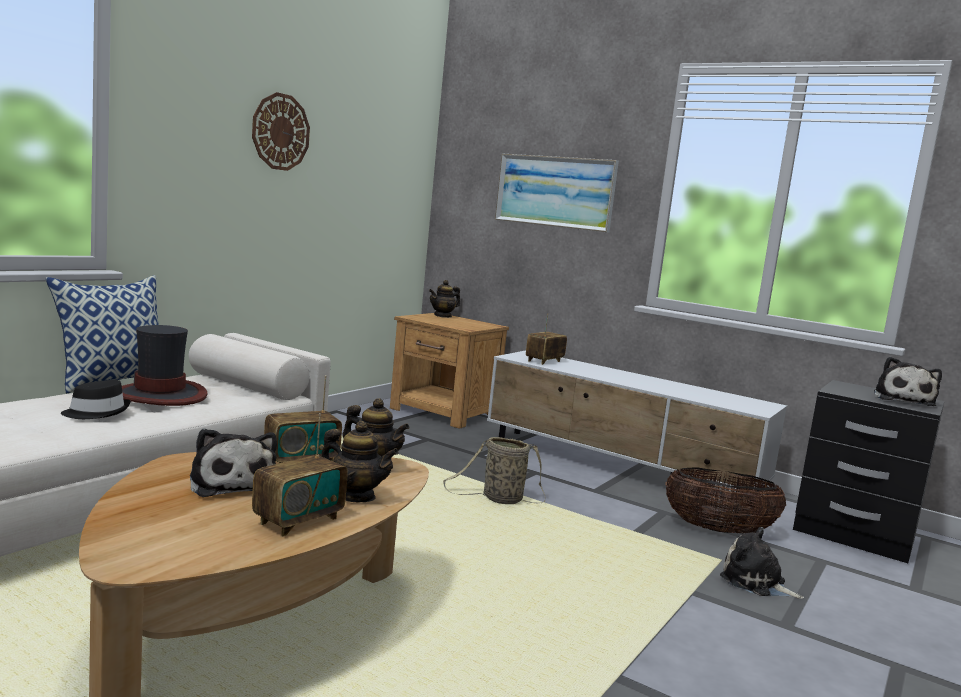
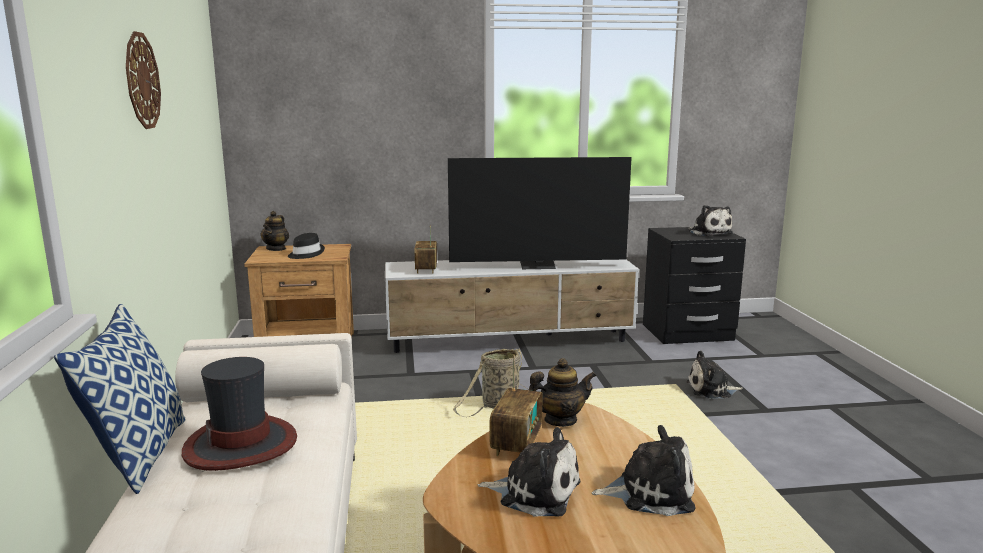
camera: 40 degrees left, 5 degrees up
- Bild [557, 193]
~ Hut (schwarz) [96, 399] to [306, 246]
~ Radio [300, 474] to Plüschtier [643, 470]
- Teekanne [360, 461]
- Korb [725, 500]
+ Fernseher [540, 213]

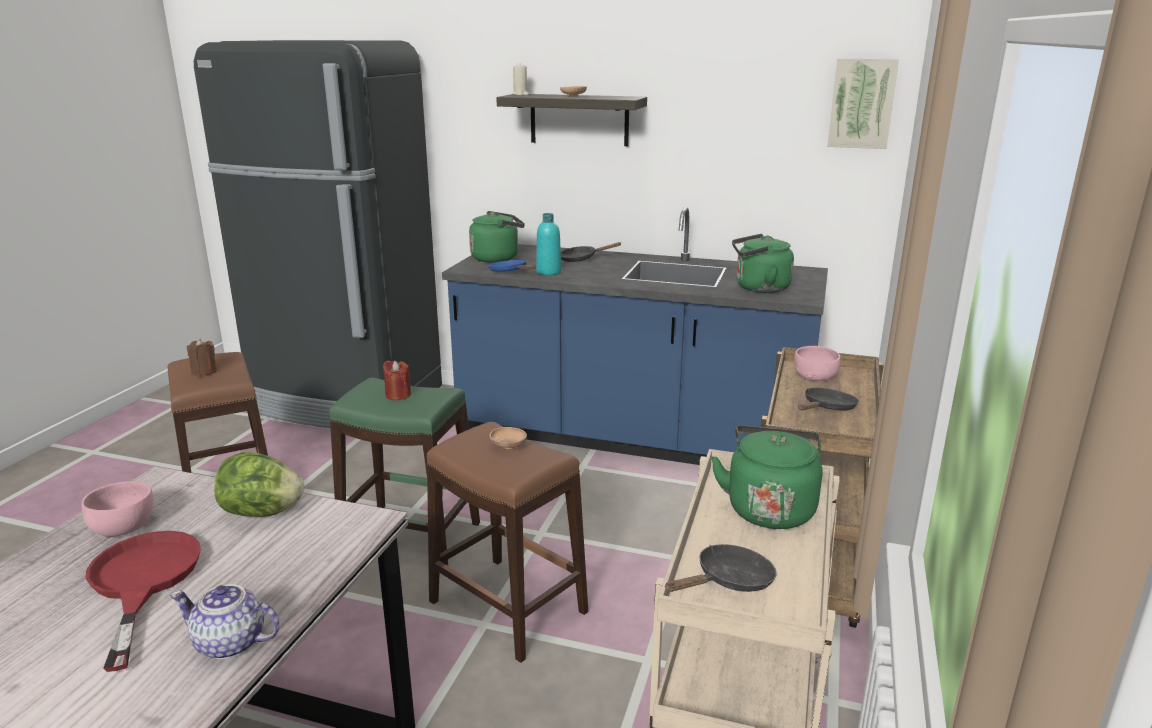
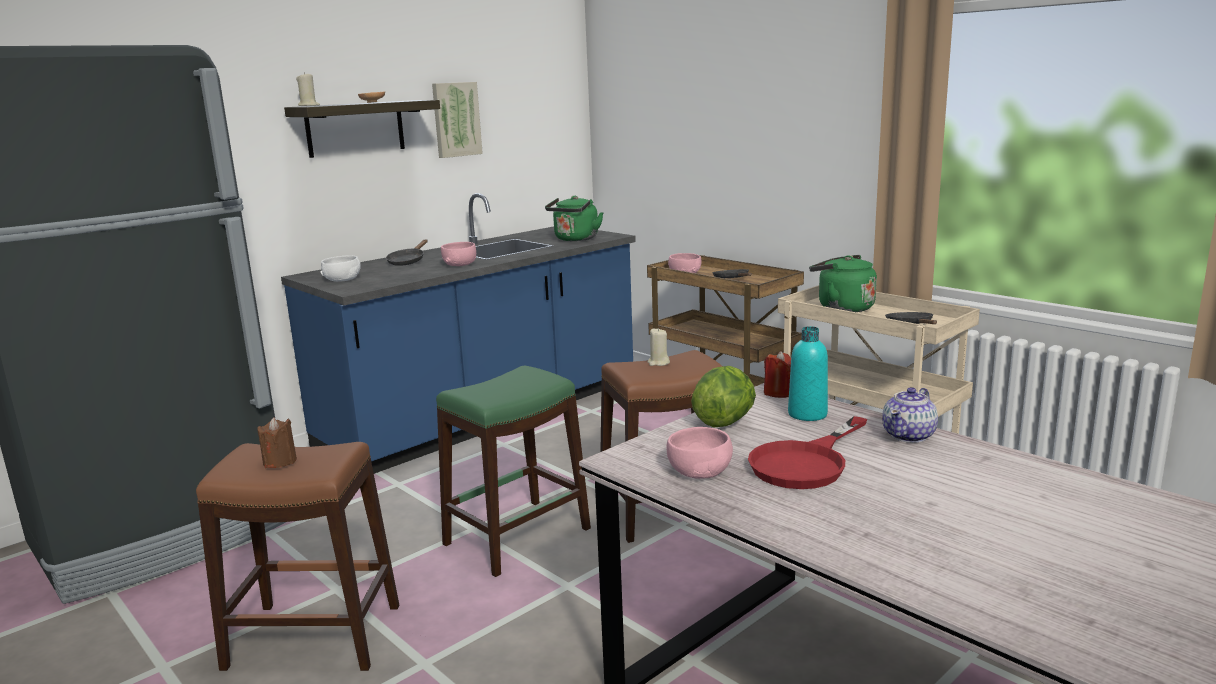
camera: 60 degrees left, 5 degrees down
~ Bild [863, 104] to [457, 120]
~ Wasserkessel (grün) [497, 237] to Schüssel (weiß) [340, 269]
~ Flasche (türkis) [548, 244] to [808, 373]
- Pfanne (blau) [512, 266]
~ Kerze (rot) [397, 380] to [777, 374]
~ Schüssel (braun) [508, 438] to Kerze (beige) [659, 347]
~ Pfanne (rot) [143, 601] = [807, 452] 60 degrees counterclockwise
+ Schüssel (rosa) [458, 254]

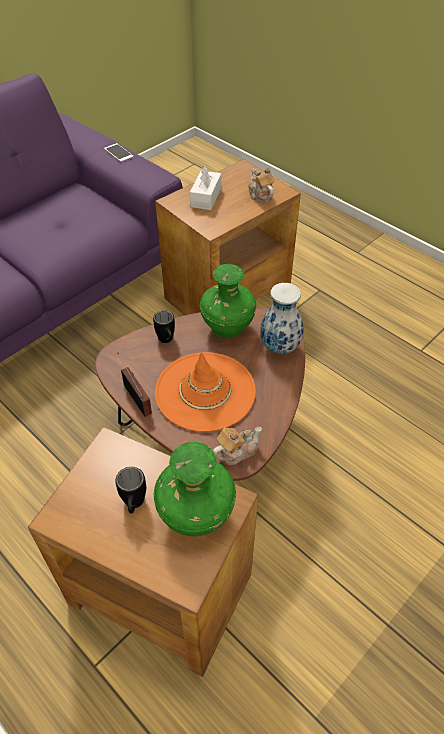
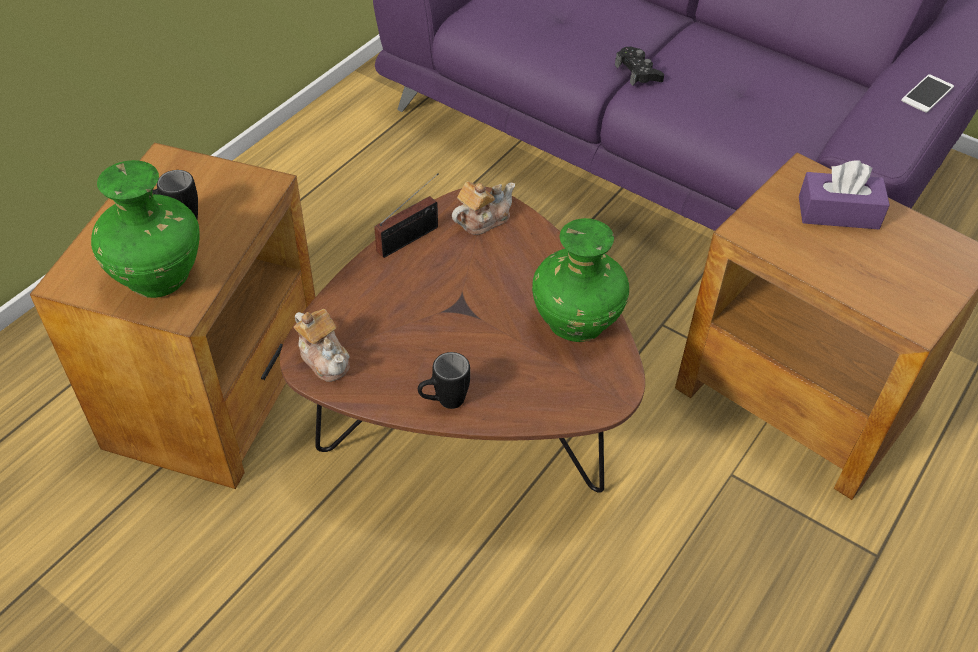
camera: 80 degrees right, 0 degrees up
~ Taschentuchbox (weiß) [205, 188] to Taschentuchbox (lila) [844, 194]
~ Teekanne [261, 184] to [483, 208]
- Vase [282, 318]
~ Henkelbecher (schwarz) [164, 326] to [444, 380]
- Hut (orange) [205, 392]
+ Gamepad (schwarz) [639, 66]

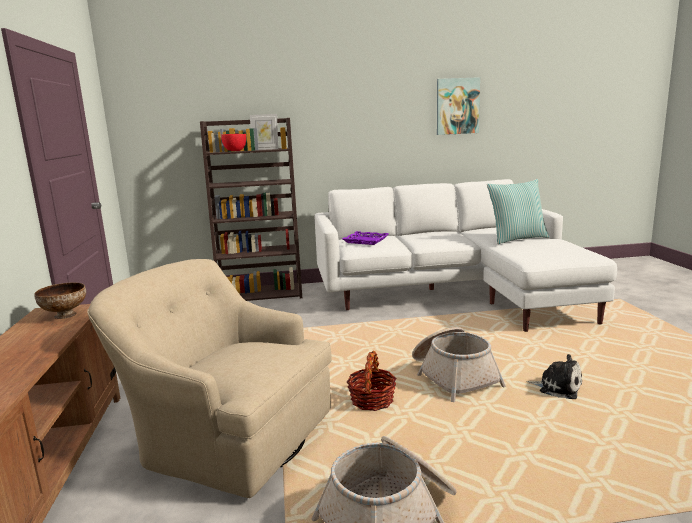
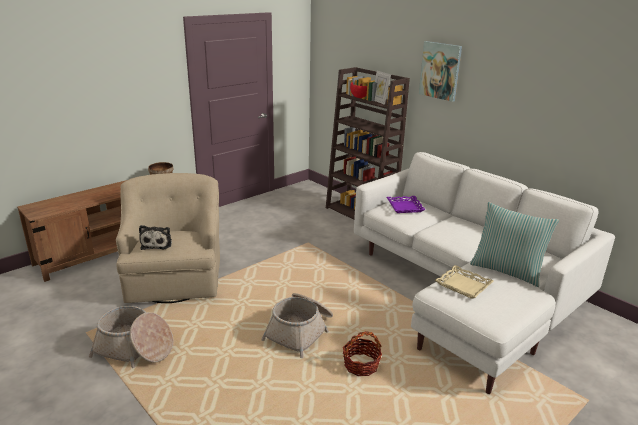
camera: 55 degrees right, 10 degrees up
~ Bild [458, 106] to [440, 71]
~ Korb [372, 381] to [362, 353]
~ Plüschtier [554, 376] to [155, 237]
+ Tablett (beige) [464, 282]

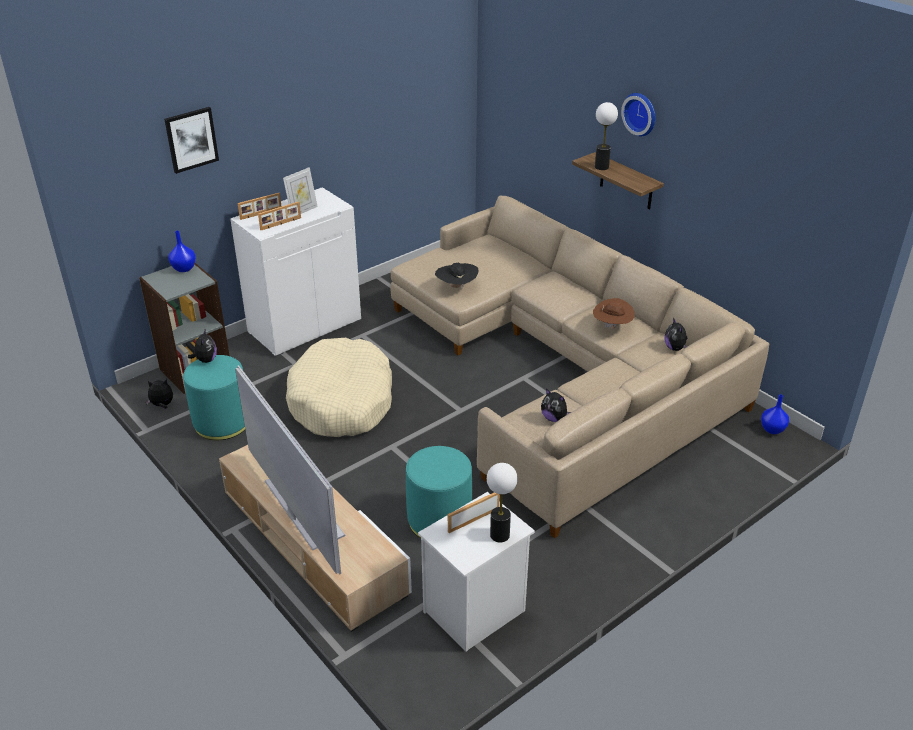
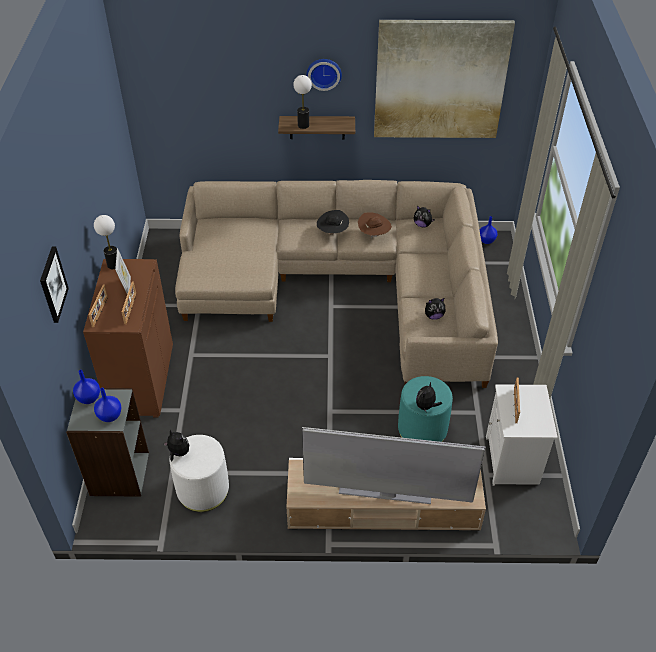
camera: 50 degrees left, 10 degrees up
~ Schrank (weiß) [295, 272] to Schrank (braun) [128, 338]
~ Hut (schwarz) [457, 275] to [333, 222]
- Hundebett (beige) [339, 387]
~ Polsterhocker (türkis) [214, 397] to Polsterhocker (weiß) [199, 473]
~ Plüschtier [159, 394] to [429, 397]
~ Tischlampe [502, 502] to [105, 242]
+ Bild [444, 79]
+ Vase (blau) [108, 405]

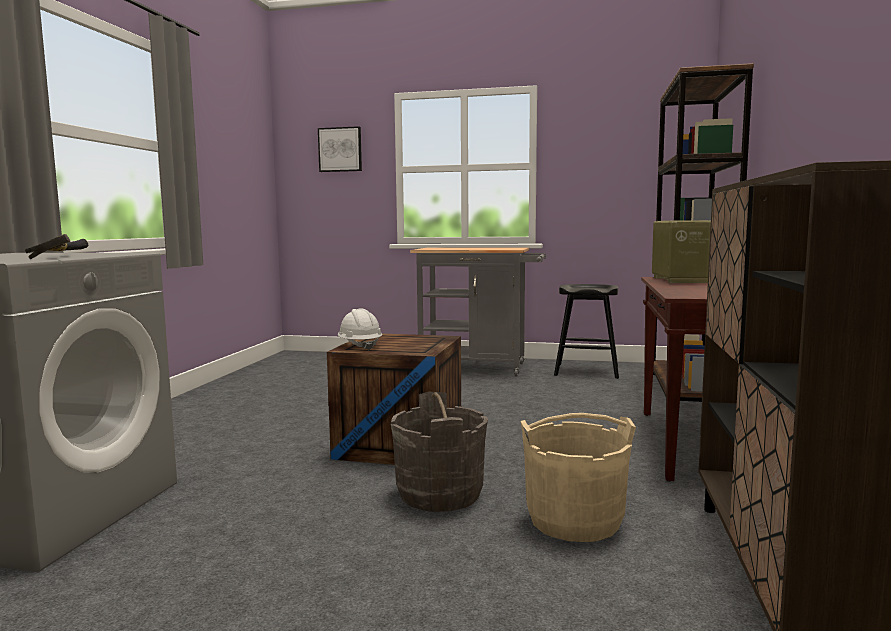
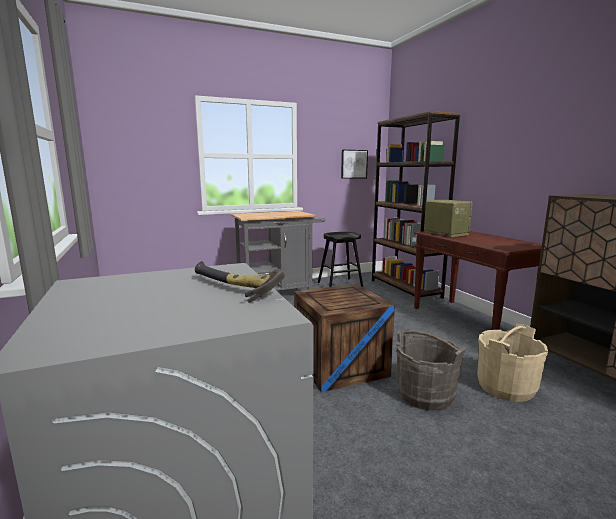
camera: 35 degrees left, 5 degrees up
~ Bild [340, 149] to [354, 164]
- Schutzhelm (weiß) [359, 329]

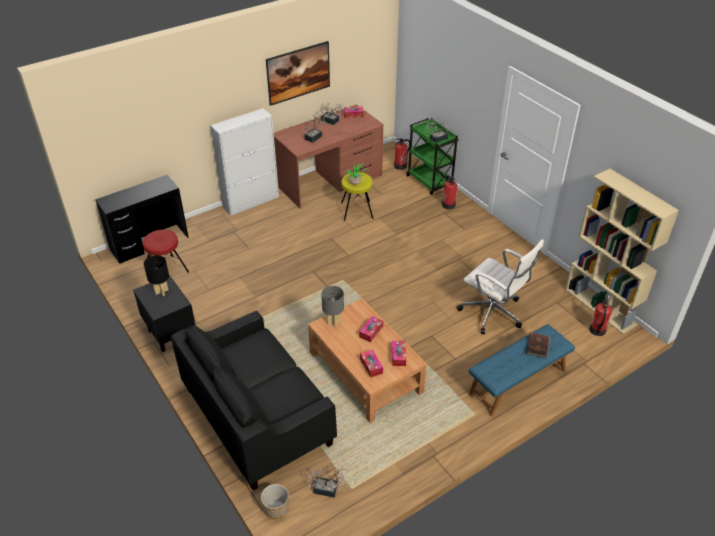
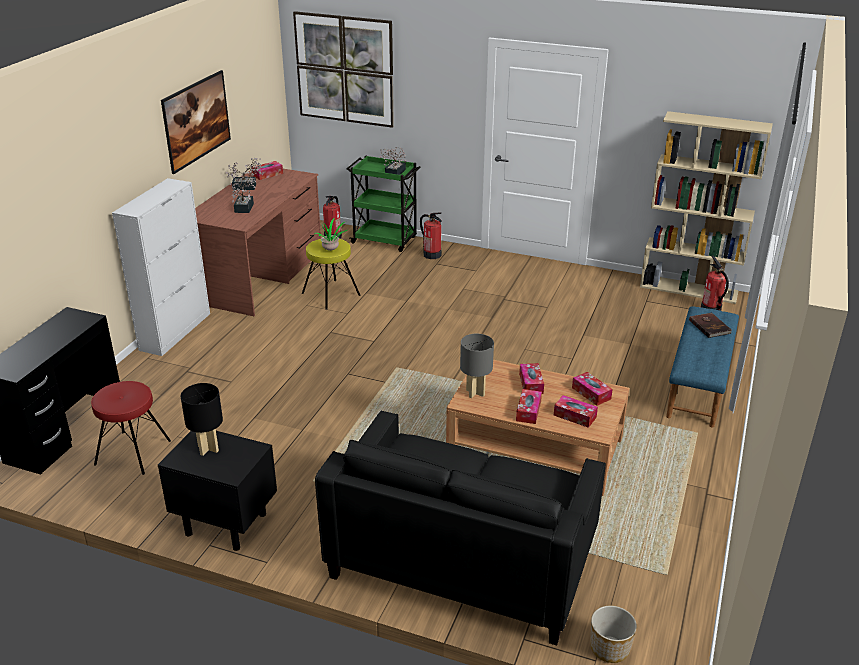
camera: 35 degrees left, 10 degrees down
- Bürostuhl (weiß) [500, 286]
- Topfpflanze [326, 483]
+ Bild [343, 69]
+ Taschentuchbox [529, 406]

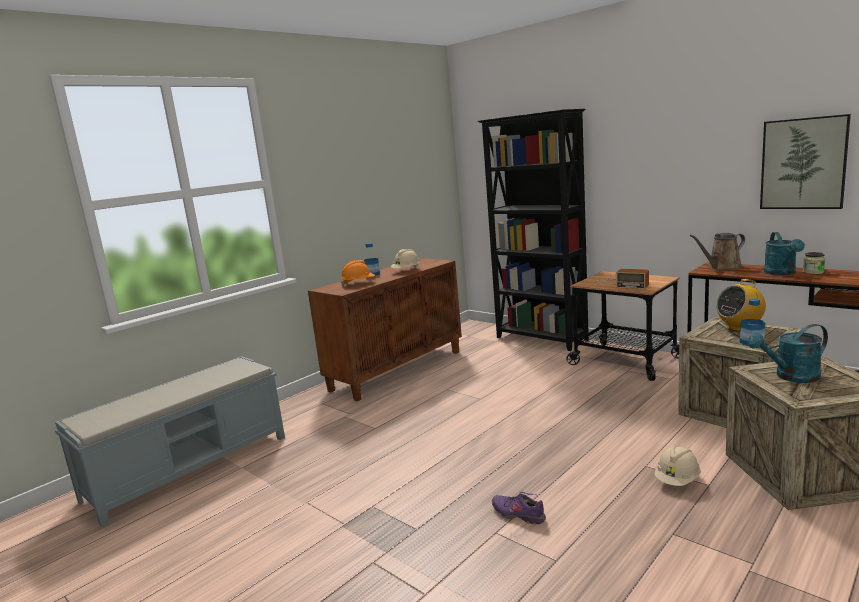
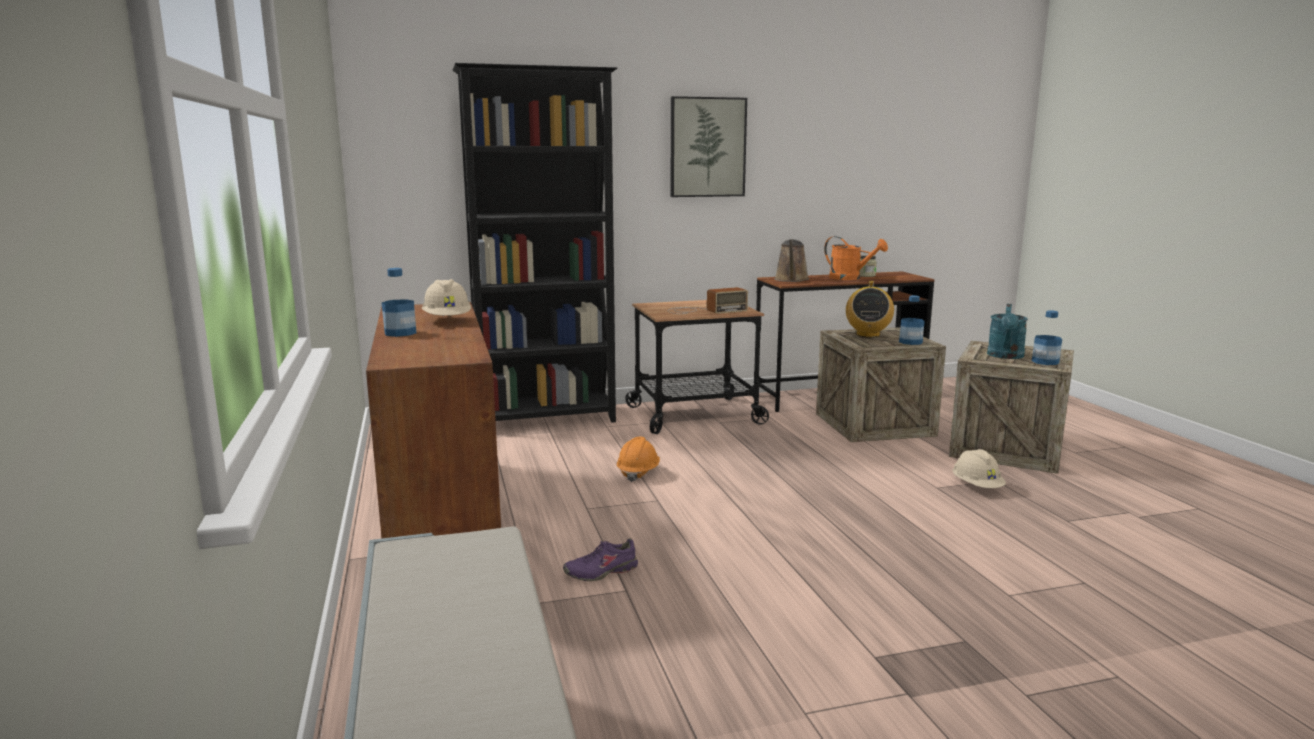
camera: 60 degrees left, 0 degrees up
~ Bild [805, 161] to [708, 146]
~ Gießkanne (türkis) [784, 253] to Gießkanne (orange) [856, 258]
~ Schutzhelm (orange) [357, 273] to [638, 459]
~ Schuh (lila) [519, 508] to [600, 559]
+ Flasche [1047, 337]

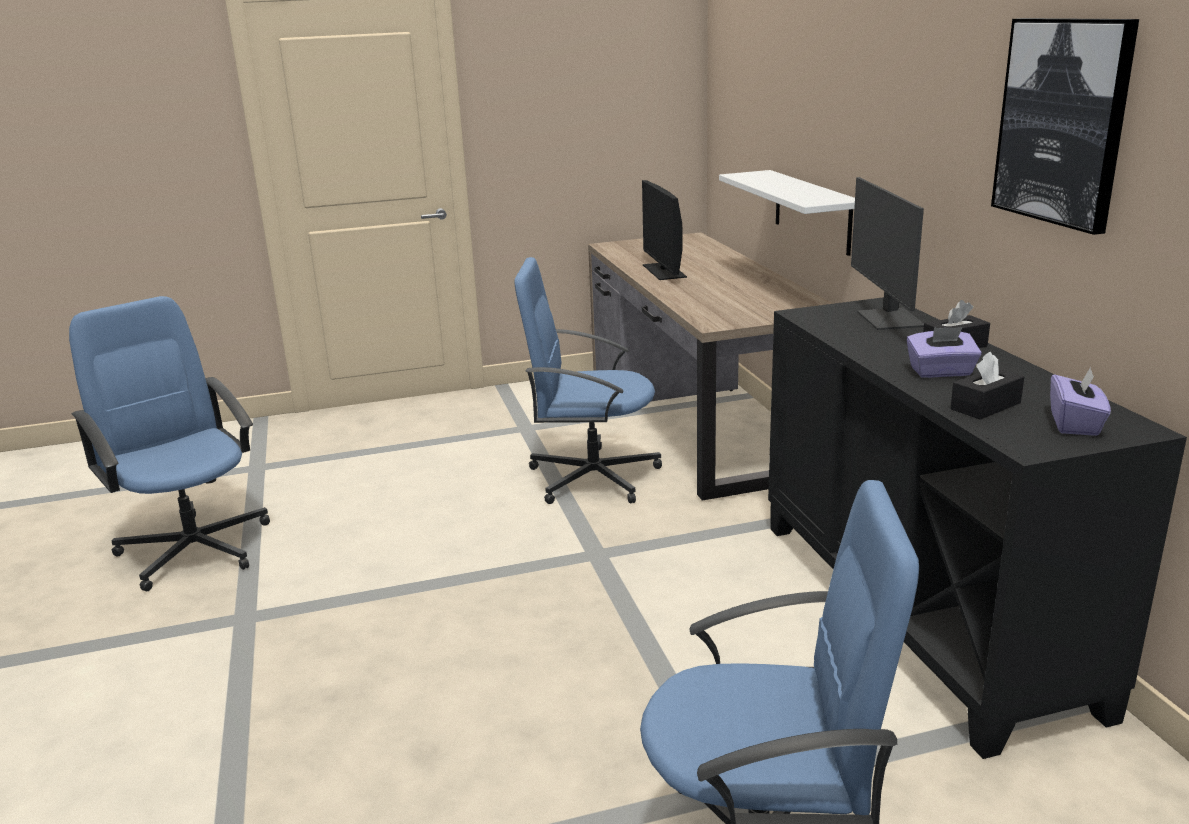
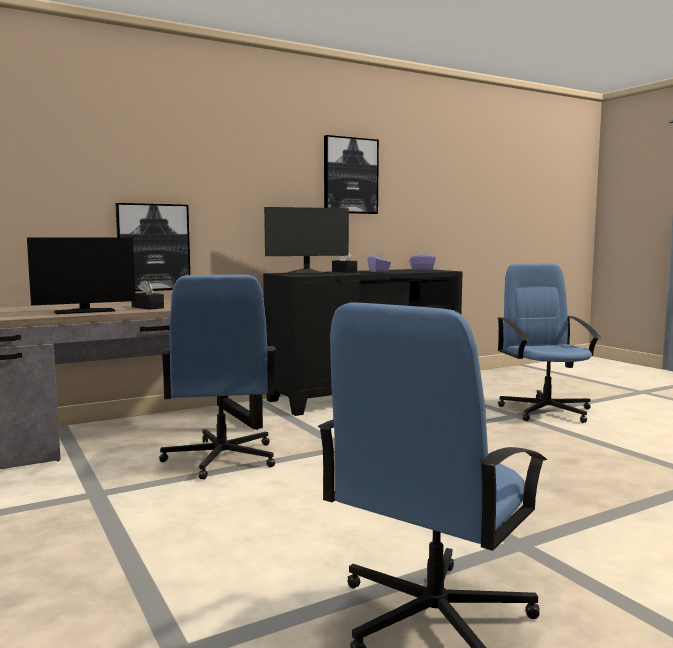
camera: 105 degrees left, 15 degrees down
~ Wandregal (weiß) [787, 213] to Bild [153, 247]
~ Taschentuchbox (schwarz) [987, 386] to [148, 295]

